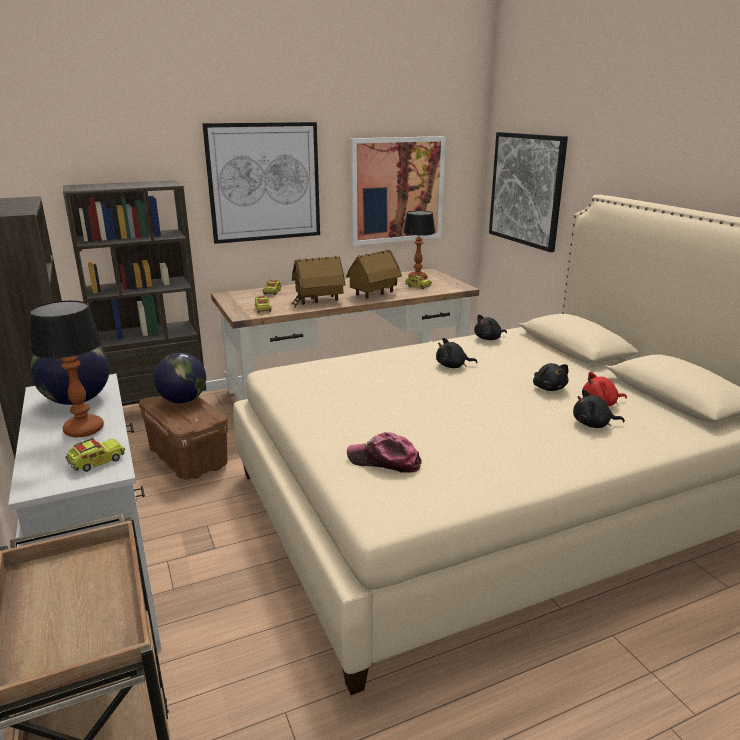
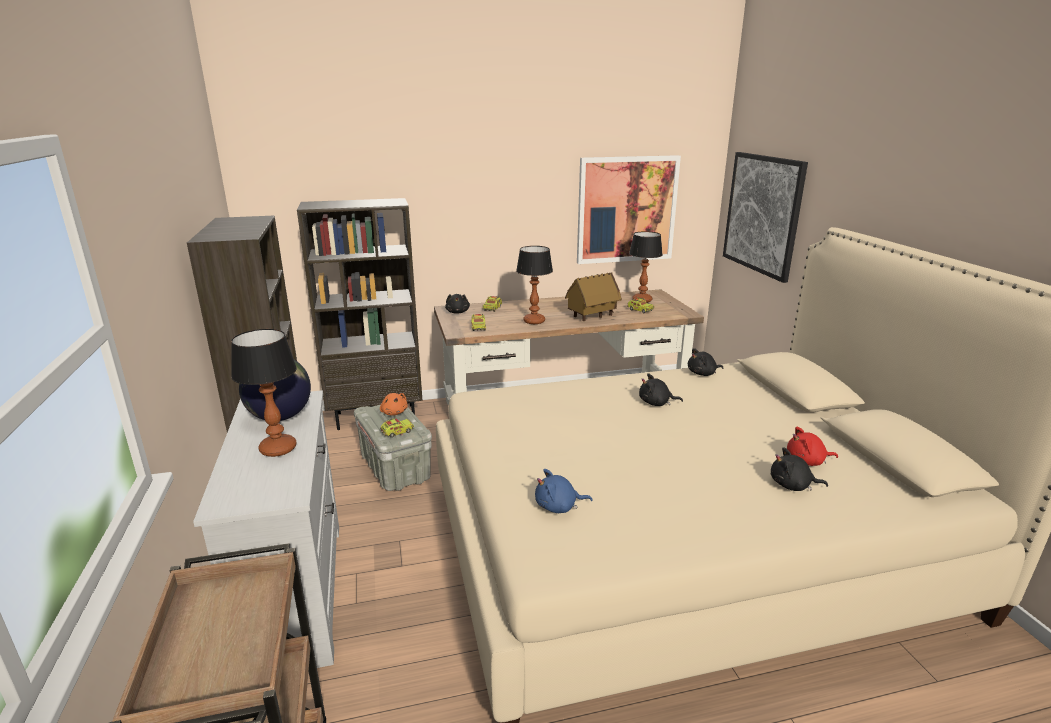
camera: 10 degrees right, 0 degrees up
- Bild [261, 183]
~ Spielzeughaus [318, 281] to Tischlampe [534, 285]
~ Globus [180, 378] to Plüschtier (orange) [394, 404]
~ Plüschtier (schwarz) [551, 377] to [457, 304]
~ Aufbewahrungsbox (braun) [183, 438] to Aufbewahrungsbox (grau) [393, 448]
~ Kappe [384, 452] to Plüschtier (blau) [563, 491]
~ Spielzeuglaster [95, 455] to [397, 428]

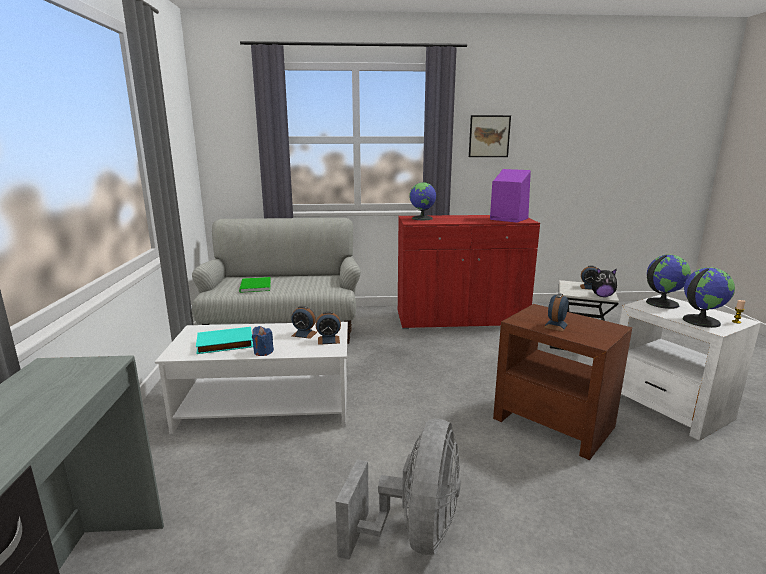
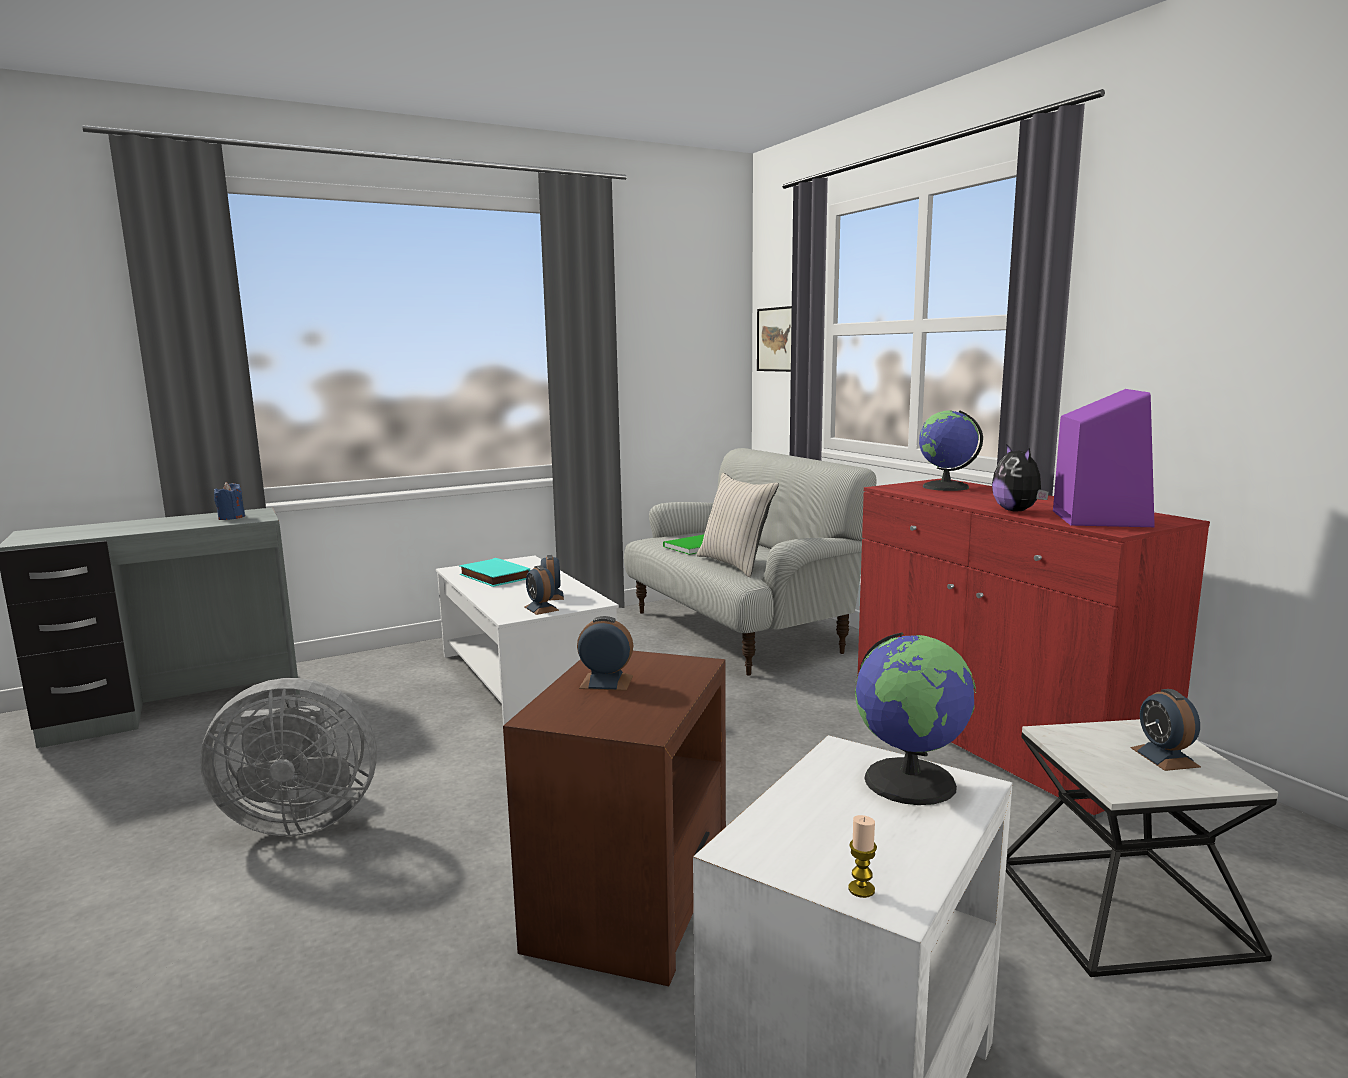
camera: 65 degrees right, 5 degrees down
~ Bild [490, 136] to [774, 339]
- Globus [709, 297]
~ Plüschtier [604, 282] to [1020, 477]
~ Kerze (blau) [263, 341] to [229, 501]
+ Kissen (beige) [738, 525]

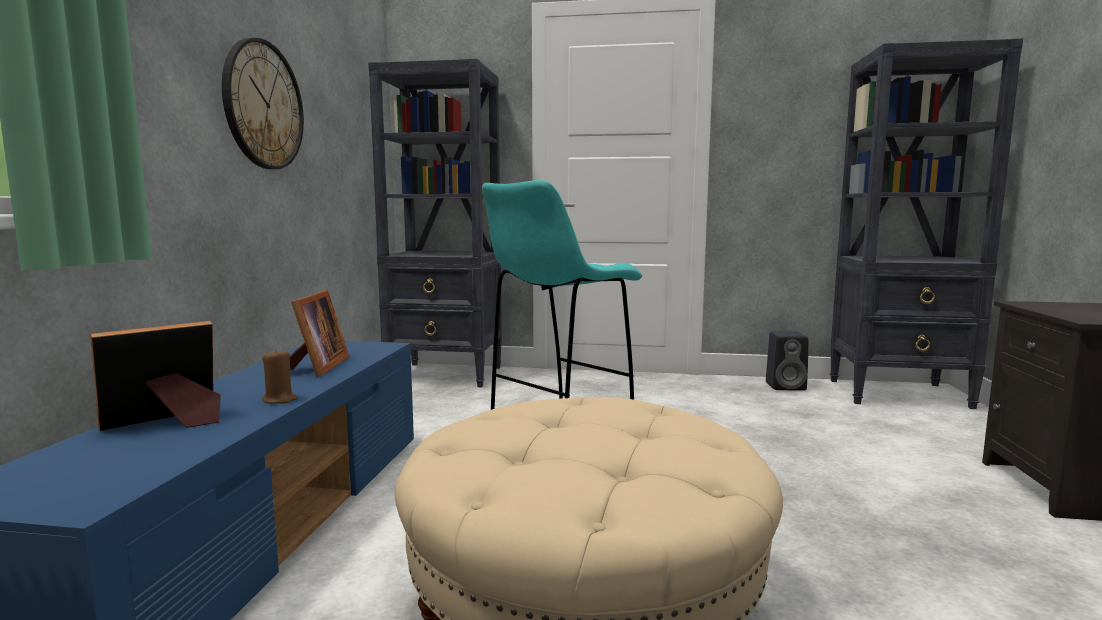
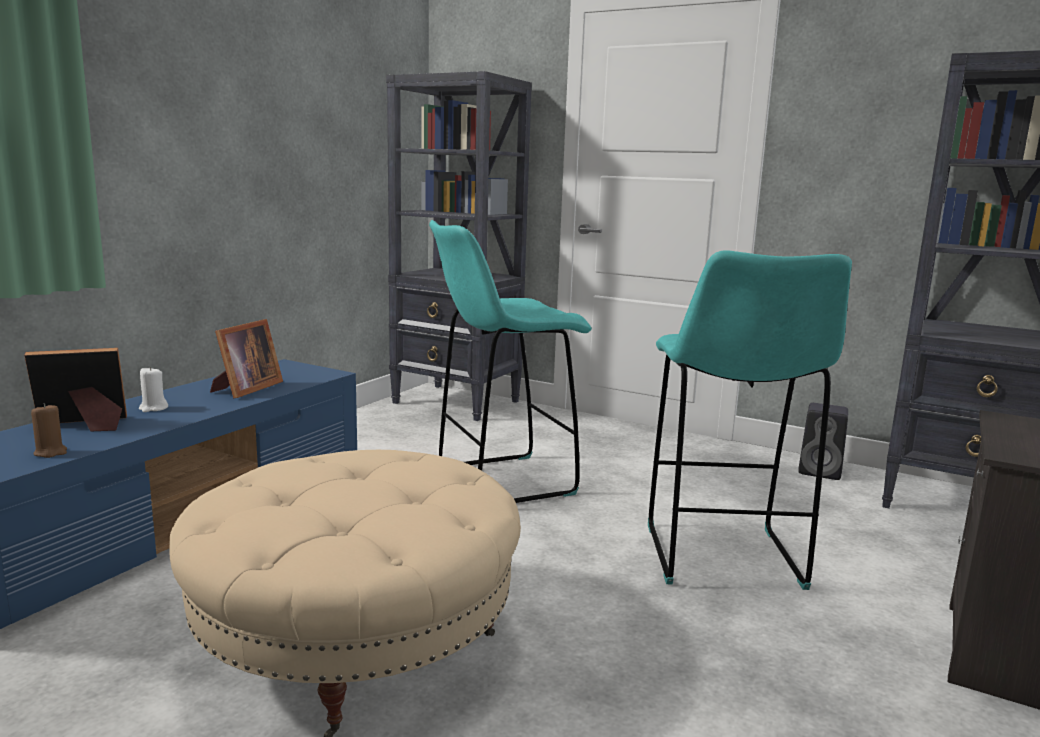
camera: 20 degrees right, 5 degrees up
- Wanduhr [263, 103]
~ Kerze (braun) [280, 376] to [49, 430]
+ Hocker (türkis) [750, 420]
+ Kerze (weiß) [153, 389]

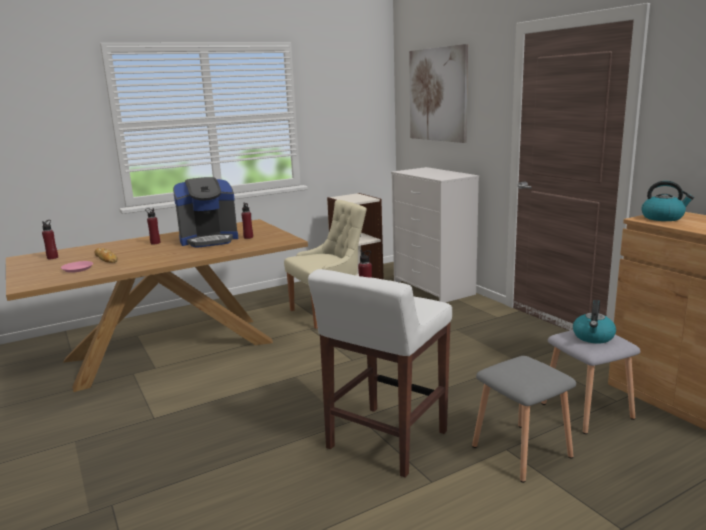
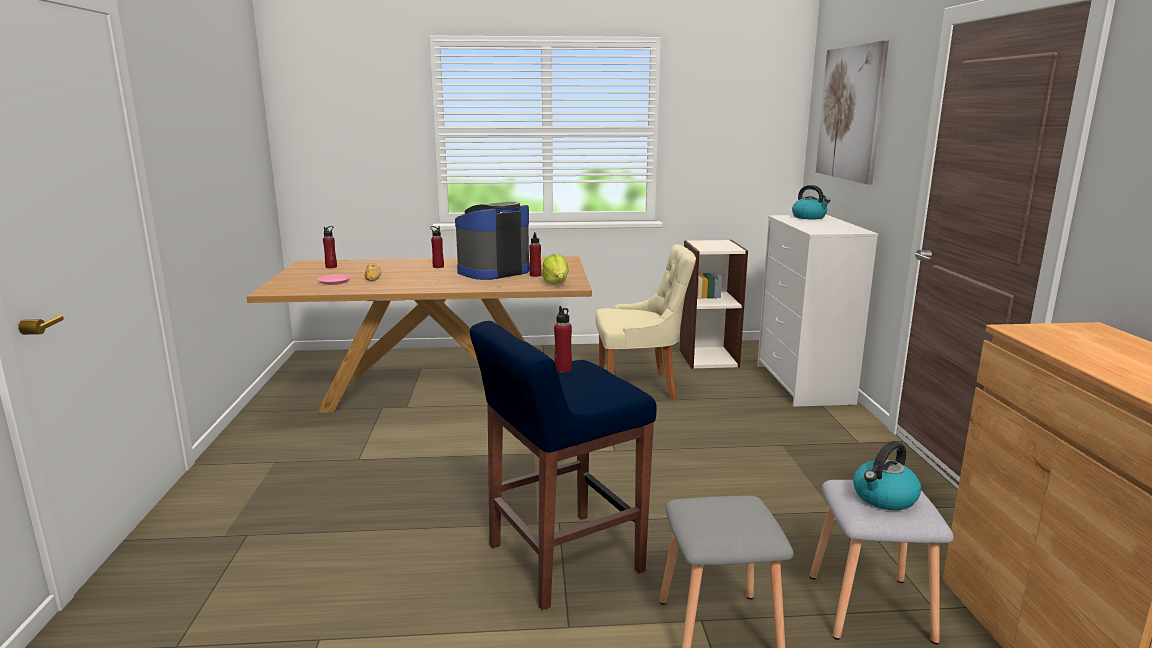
camera: 25 degrees right, 0 degrees up
~ Kaffeemaschine [205, 212] = [492, 240] 135 degrees clockwise
~ Wasserkessel [667, 201] to [811, 202]
~ Hocker (weiß) [380, 373] to Hocker (blau) [563, 465]
+ Salatkopf [555, 269]

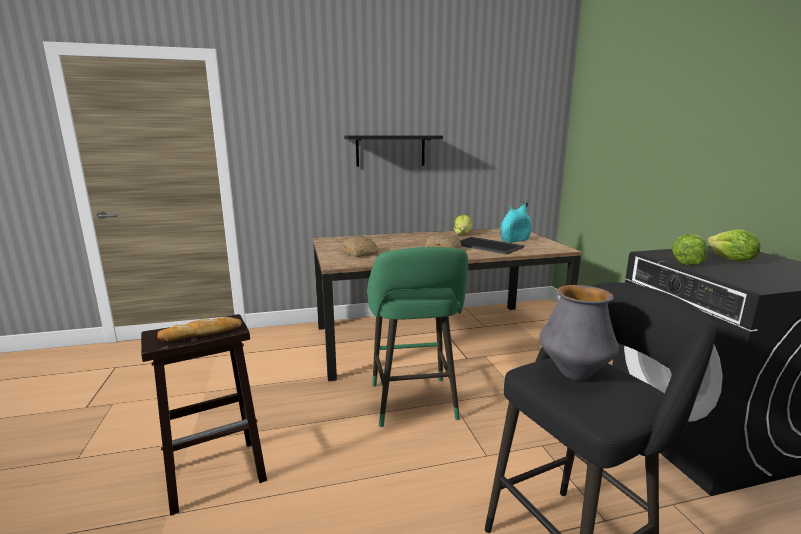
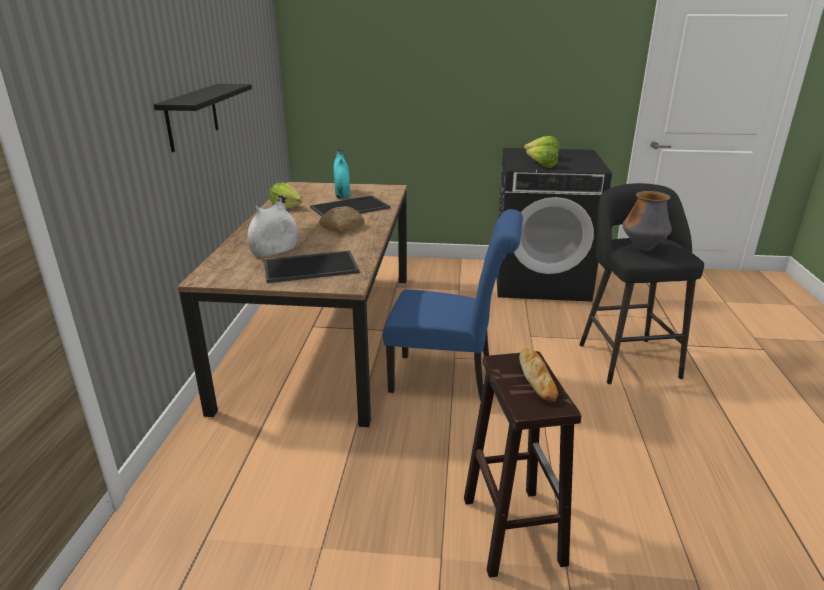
camera: 70 degrees left, 10 degrees up
~ Brot [360, 246] to Tablett [312, 266]
~ Hocker (grün) [417, 337] to Stuhl (blau) [453, 305]
+ Vase (weiß) [272, 226]

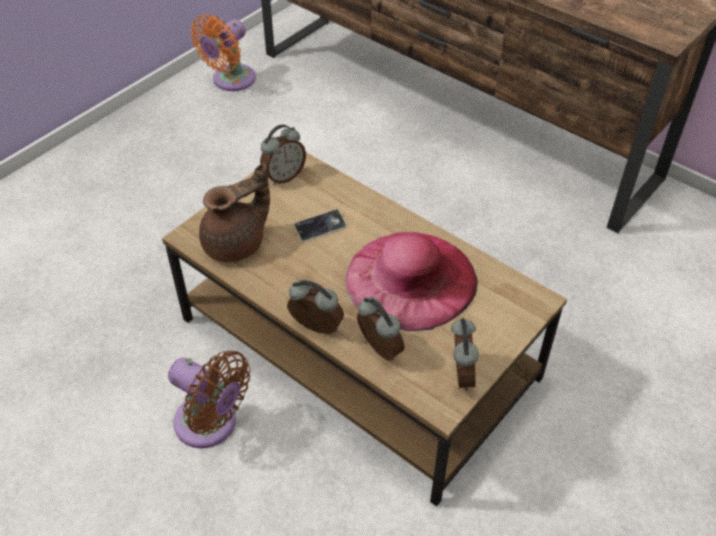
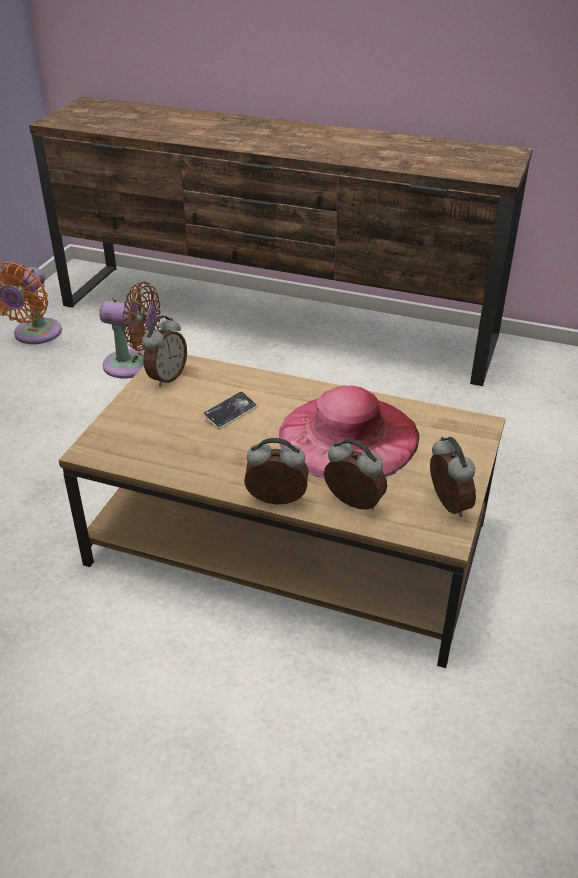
camera: 20 degrees left, 10 degrees down
- Teekanne (braun) [234, 212]
~ Ventilator (braun) [209, 399] to [130, 330]

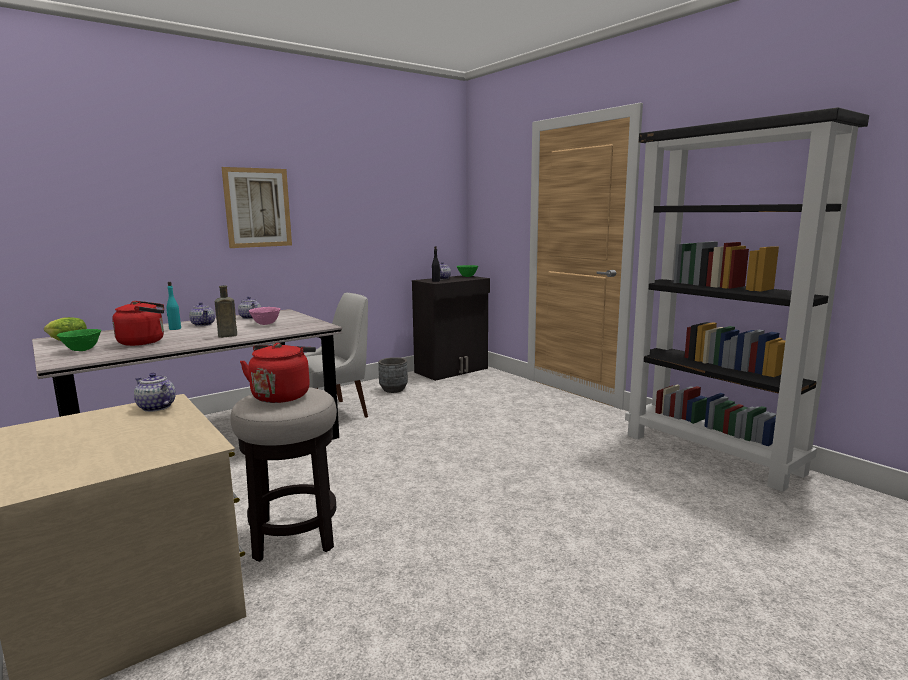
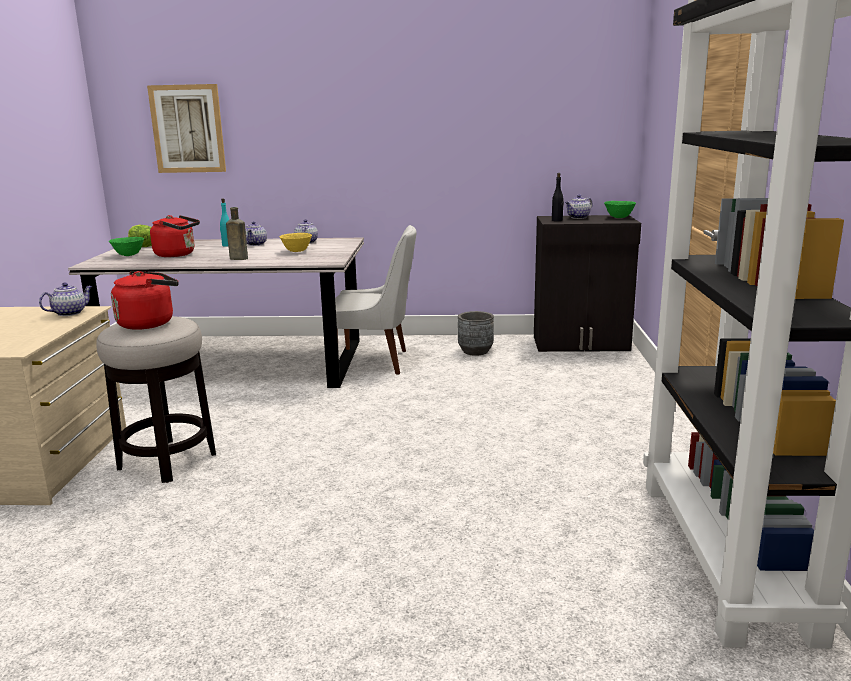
camera: 40 degrees right, 5 degrees up
~ Bild [257, 207] to [186, 128]
~ Schüssel (rosa) [265, 316] to Schüssel (gelb) [296, 242]
~ Teekanne [155, 392] = [65, 299] 60 degrees clockwise

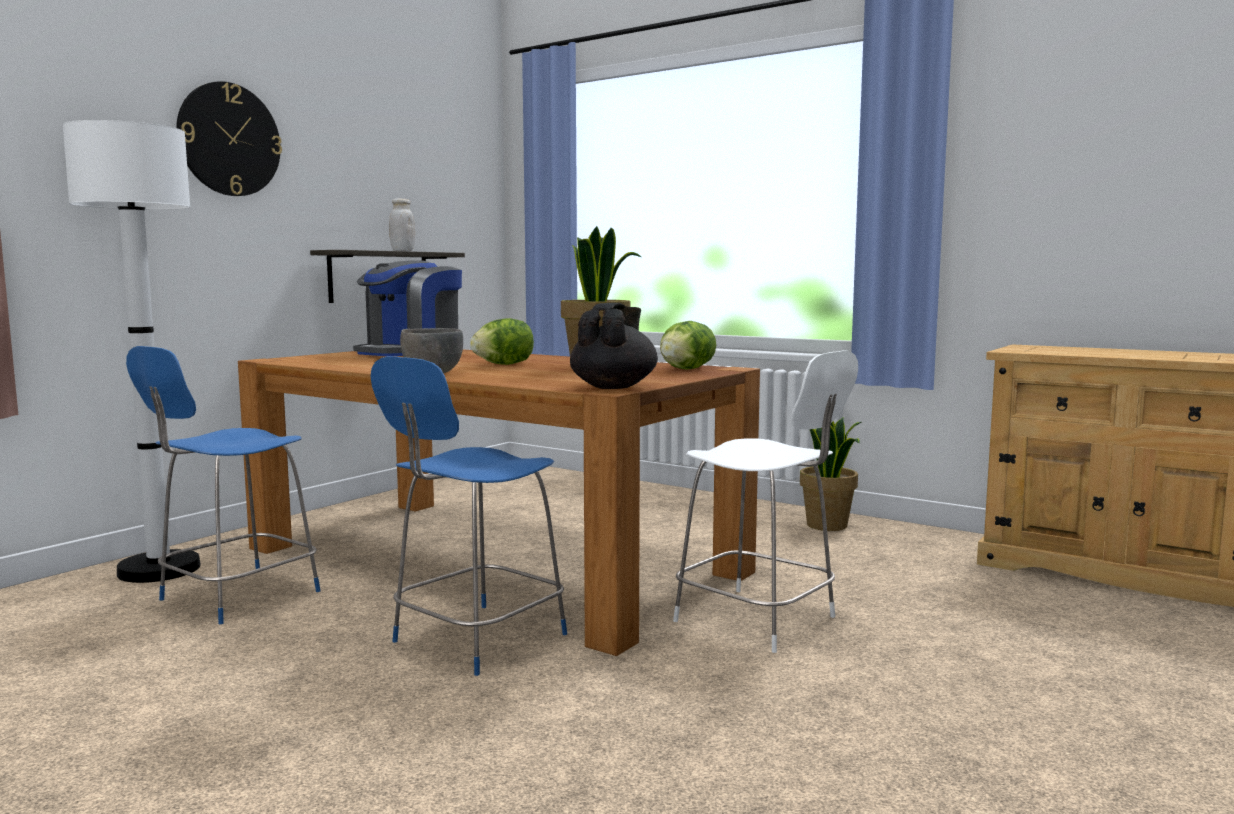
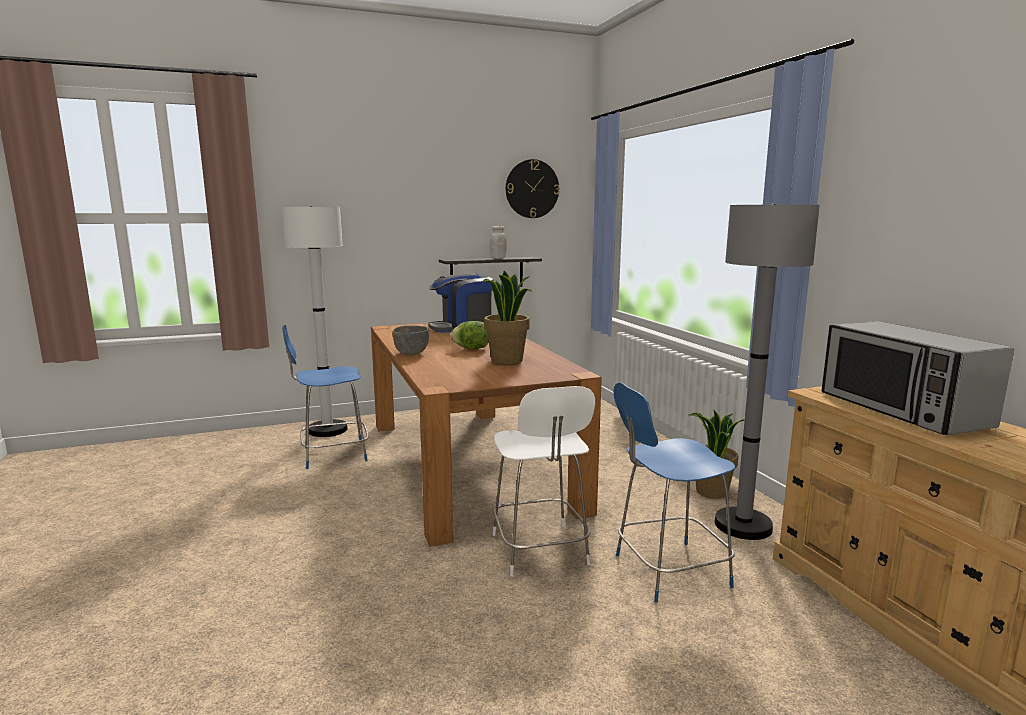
camera: 35 degrees right, 5 degrees up
~ Wanduhr [229, 138] to [532, 188]
- Teekanne (schwarz) [614, 346]
- Salatkopf [688, 345]
~ Stuhl (blau) [468, 516] to [674, 492]
+ Stehlampe (grau) [767, 372]
+ Mikrowelle [917, 378]

